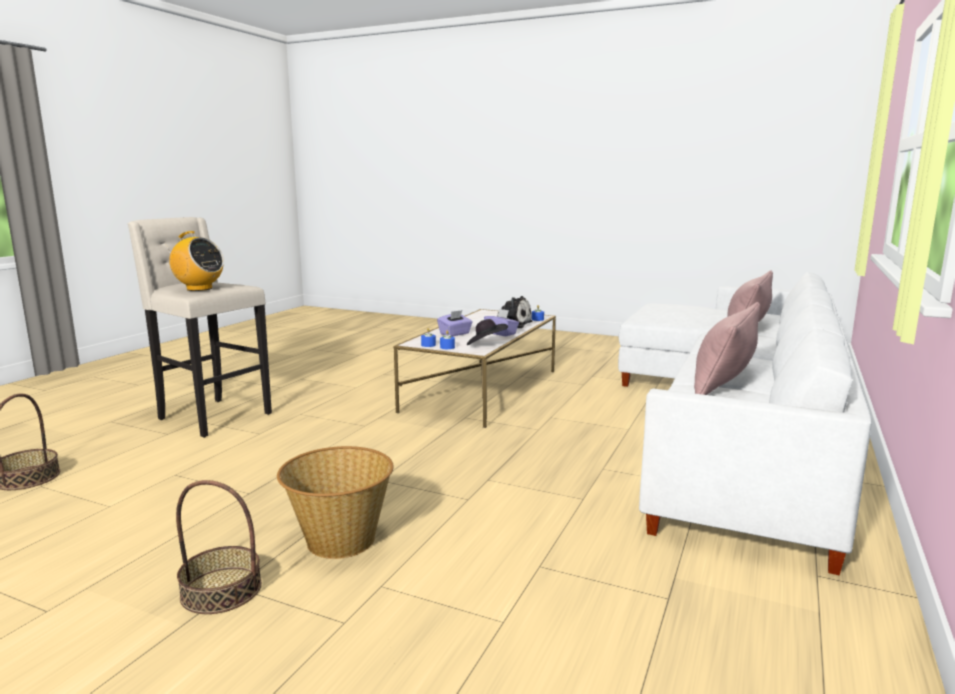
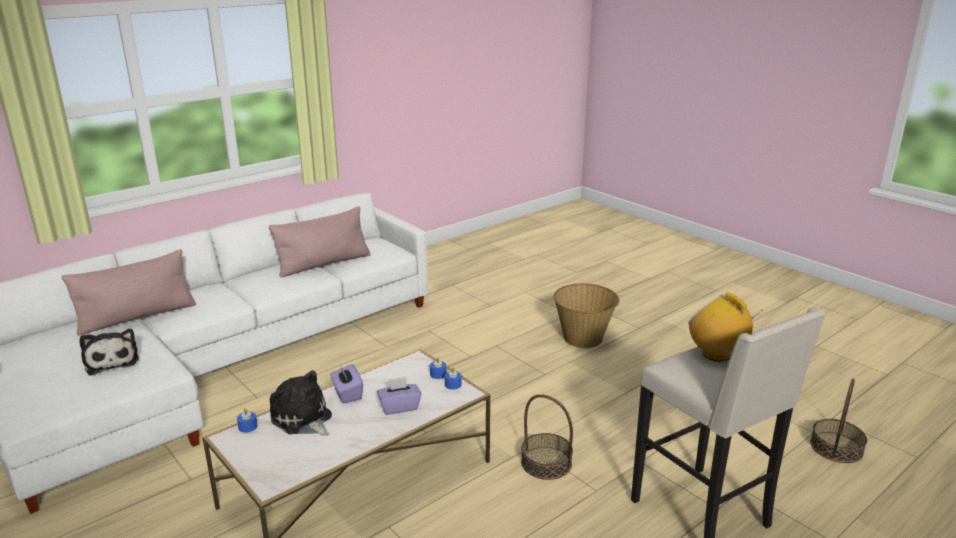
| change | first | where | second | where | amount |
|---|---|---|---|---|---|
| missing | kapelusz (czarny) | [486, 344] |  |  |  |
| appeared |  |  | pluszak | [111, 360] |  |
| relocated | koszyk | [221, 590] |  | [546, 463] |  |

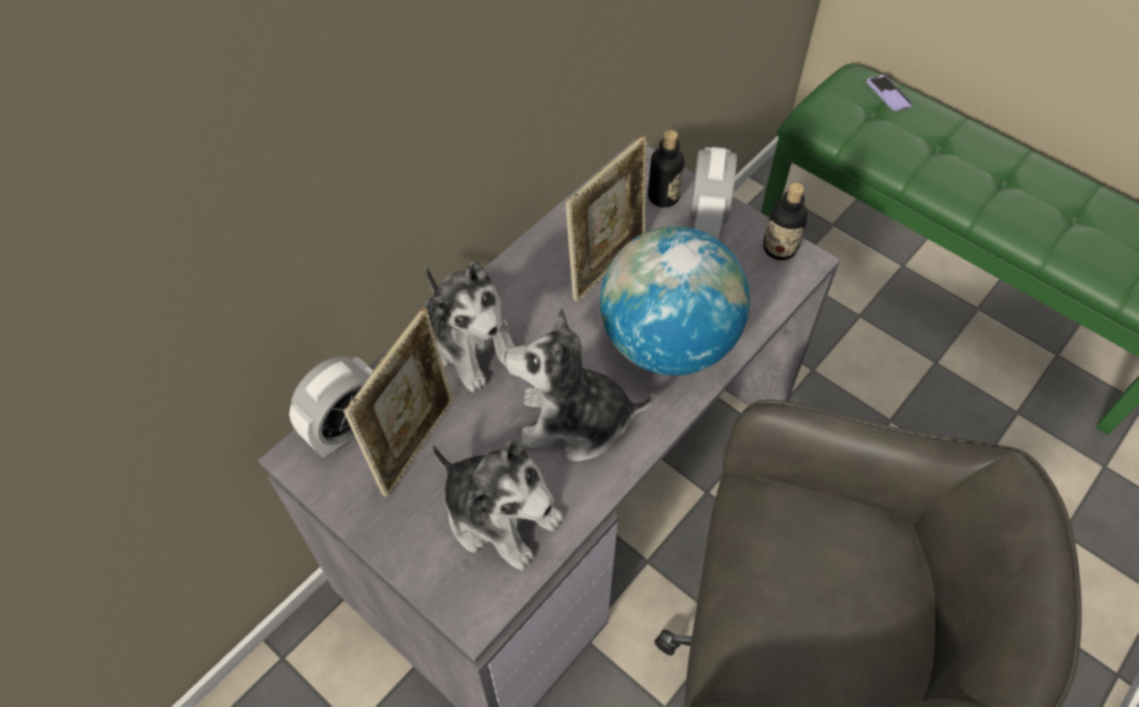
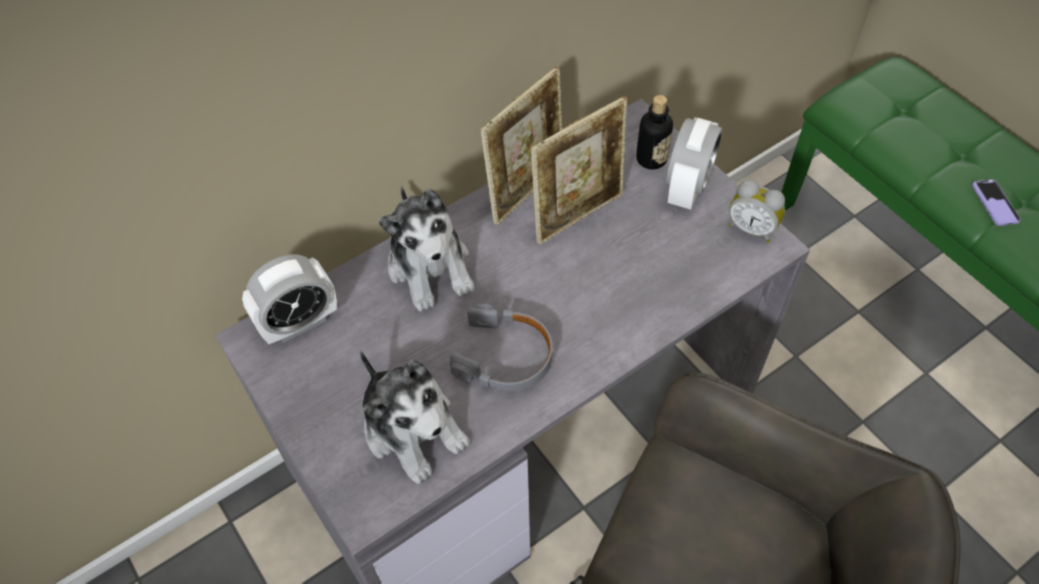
| change | first | where | second | where | amount |
|---|---|---|---|---|---|
| missing | globus | [667, 342] |  |  |  |
| relocated | ramka na zdjęcie | [415, 443] |  | [526, 190] |  |
| relocated | telefon | [888, 94] |  | [994, 203] |  |
| exchanged | pluszak | [574, 422] | słuchawki (szary) | [505, 357] |  |
| exchanged | butelka | [779, 248] | budzik | [751, 228] |  |

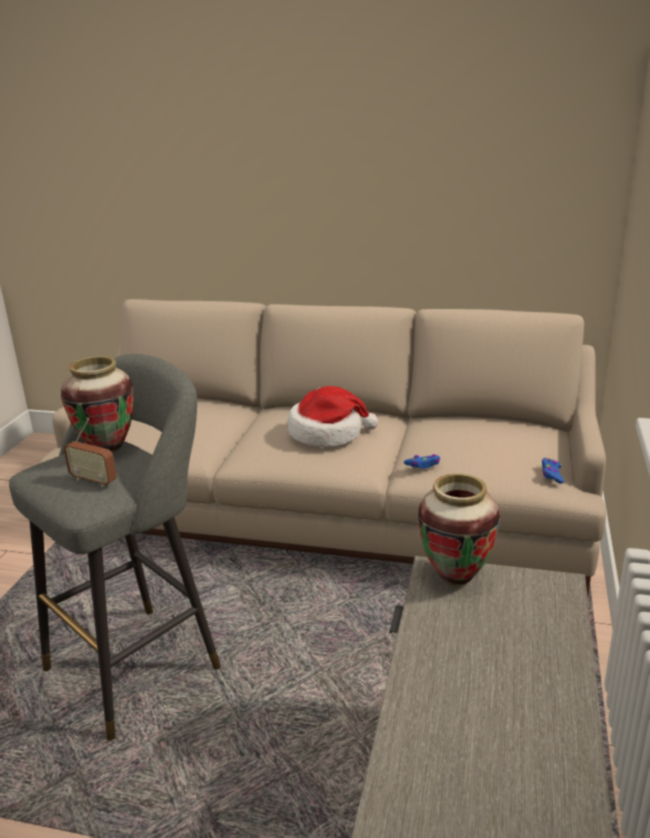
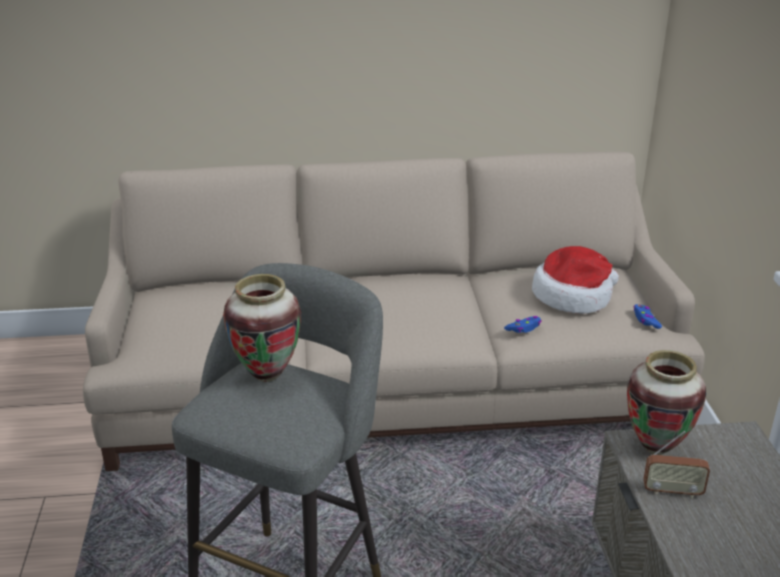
| change | first | where | second | where | amount |
|---|---|---|---|---|---|
| relocated | radio | [94, 481] |  | [672, 491] |  |
| relocated | kapelusz | [327, 433] |  | [573, 296] |  |

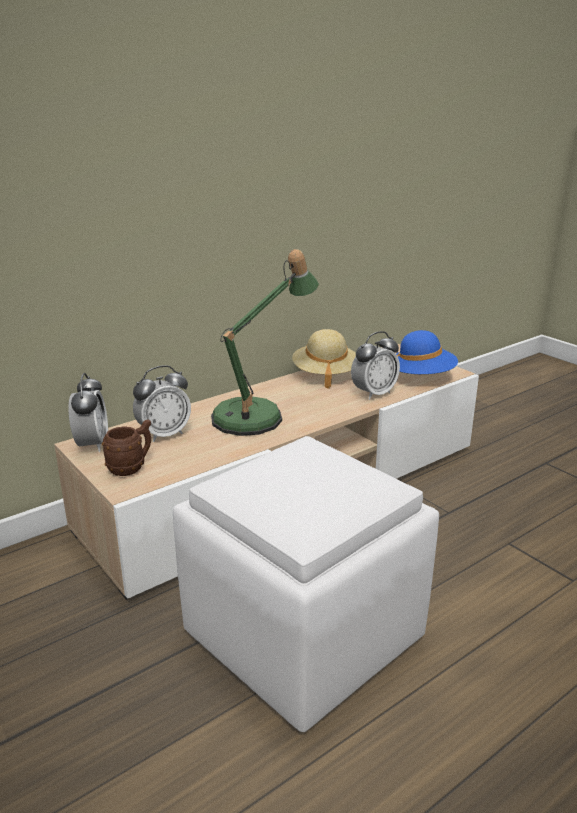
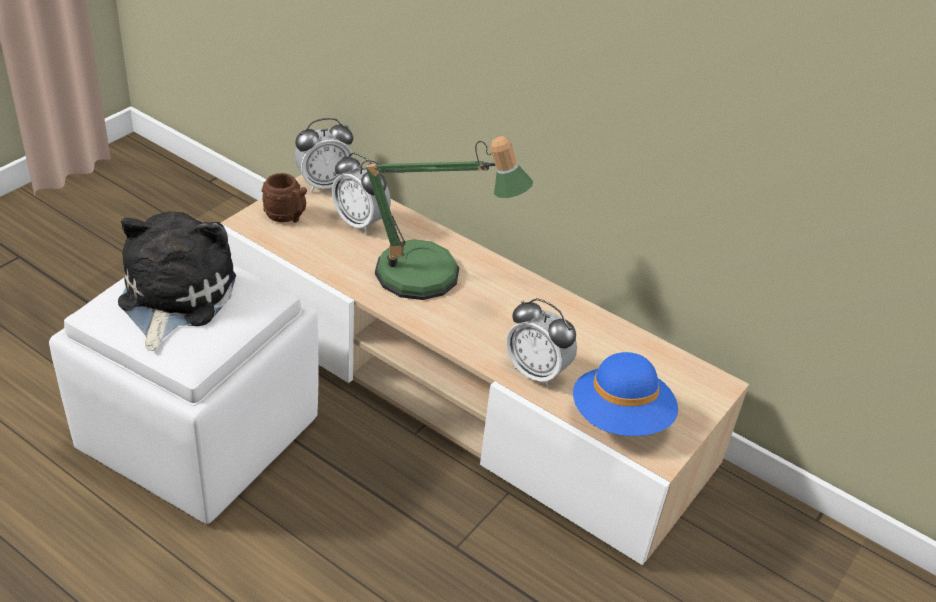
| change | first | where | second | where | amount |
|---|---|---|---|---|---|
| missing | kapelusz (beżowy) | [325, 374] |  |  |  |
| appeared |  |  | pluszak | [173, 297] |  |

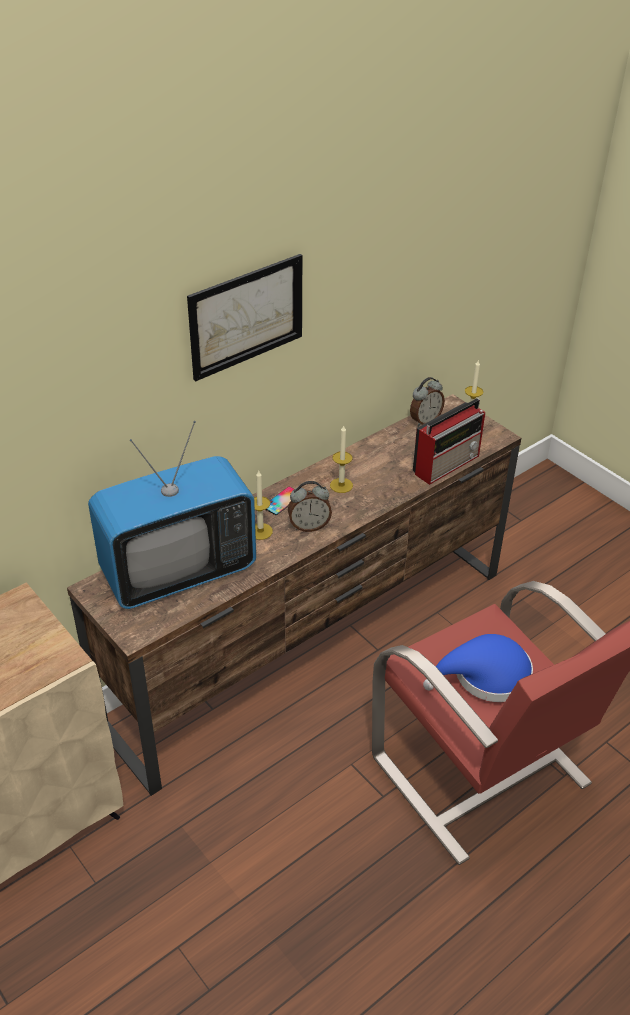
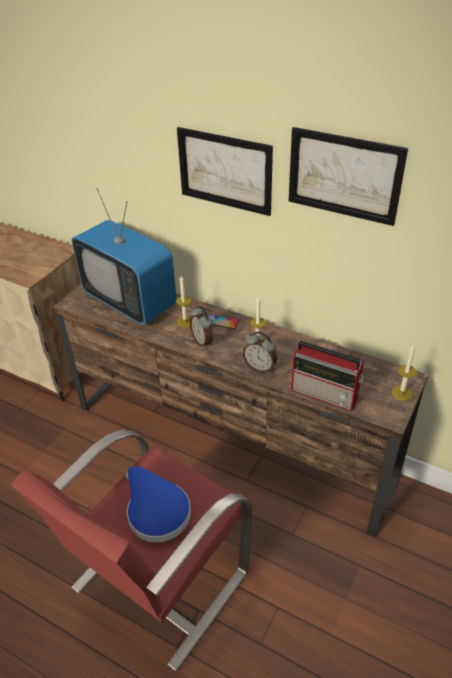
| change | first | where | second | where | amount |
|---|---|---|---|---|---|
| appeared |  |  | obraz | [344, 176] |  |
| relocated | budzik | [424, 420] |  | [260, 367] |  |

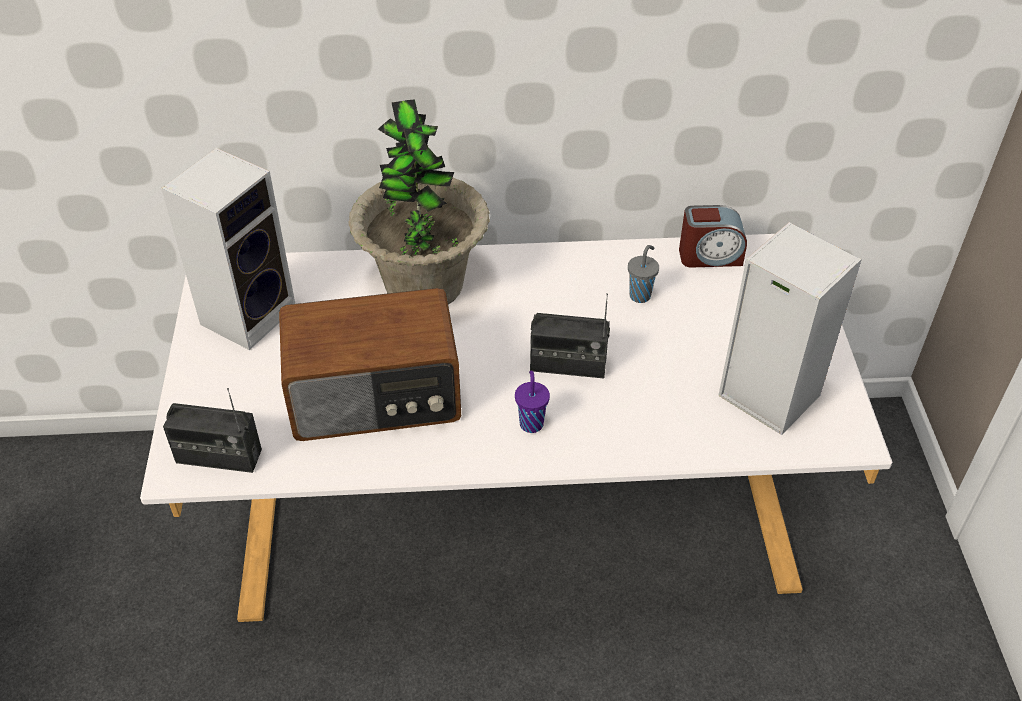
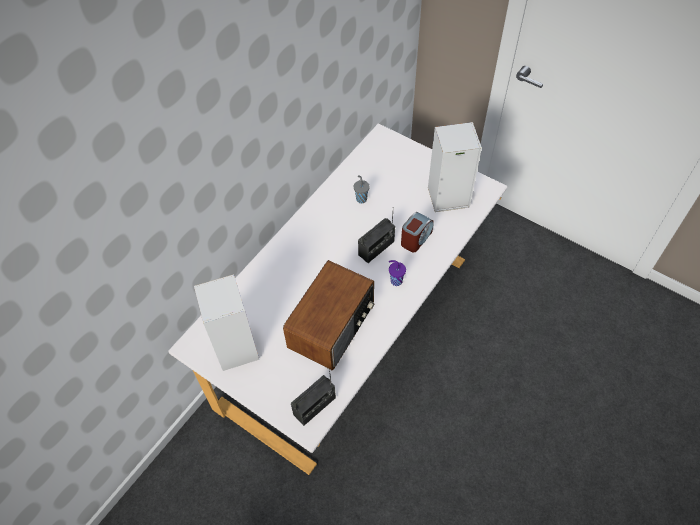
| change | first | where | second | where | amount |
|---|---|---|---|---|---|
| missing | roślina doniczkowa | [424, 284] |  |  |  |
| relocated | budzik | [710, 256] |  | [416, 238] |  |

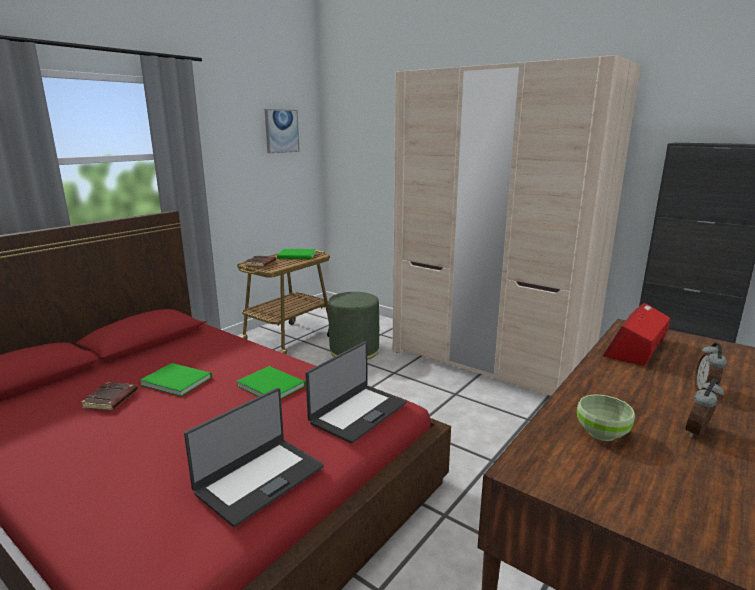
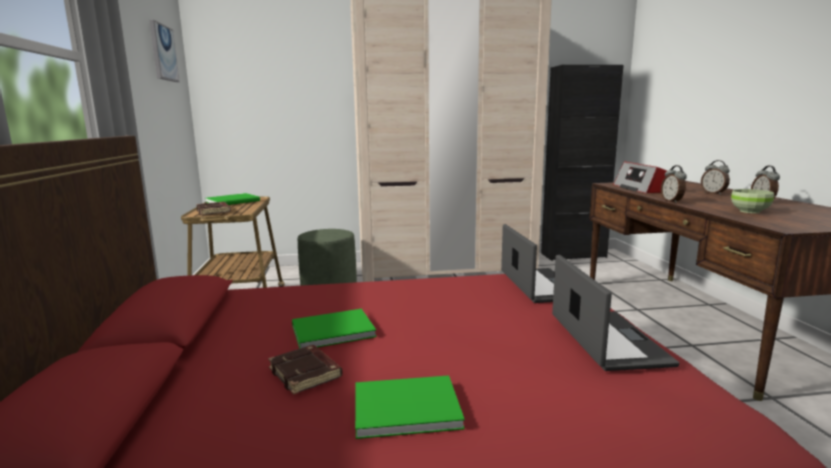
| change | first | where | second | where | amount |
|---|---|---|---|---|---|
| appeared |  |  | budzik | [672, 201] |  |
| relocated | książka (zielony) | [271, 384] |  | [402, 407] |  |

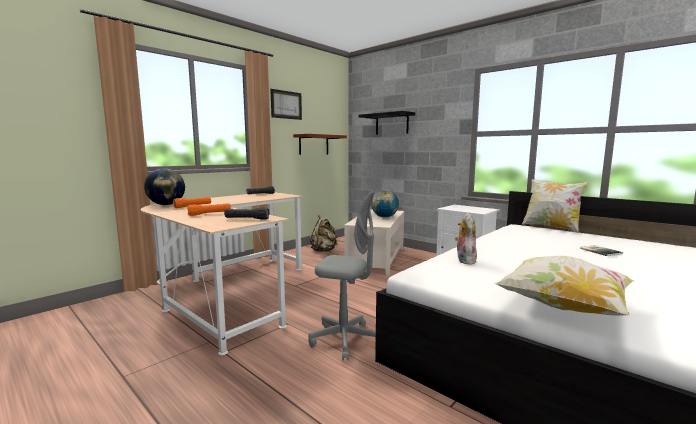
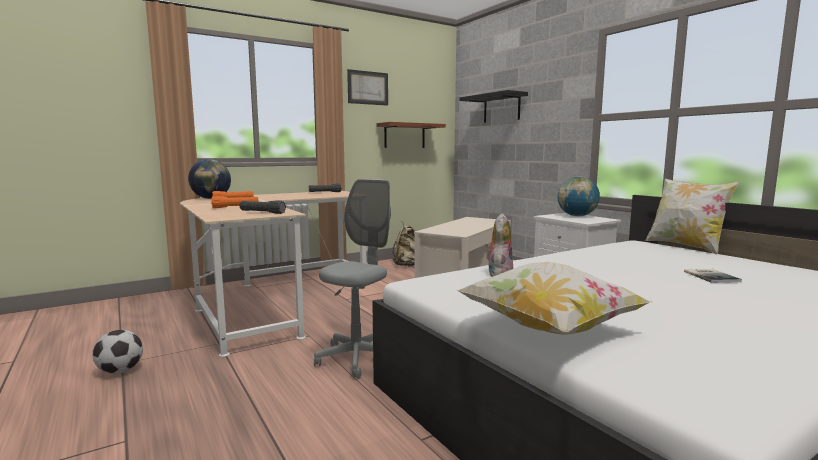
| change | first | where | second | where | amount |
|---|---|---|---|---|---|
| appeared |  |  | piłka futbolowa | [120, 371] |  |
| relocated | globus | [384, 217] |  | [577, 216] |  |
| spun | krzesło biurowe (szary) | [345, 340] |  | [357, 358] | 90 degrees counterclockwise |

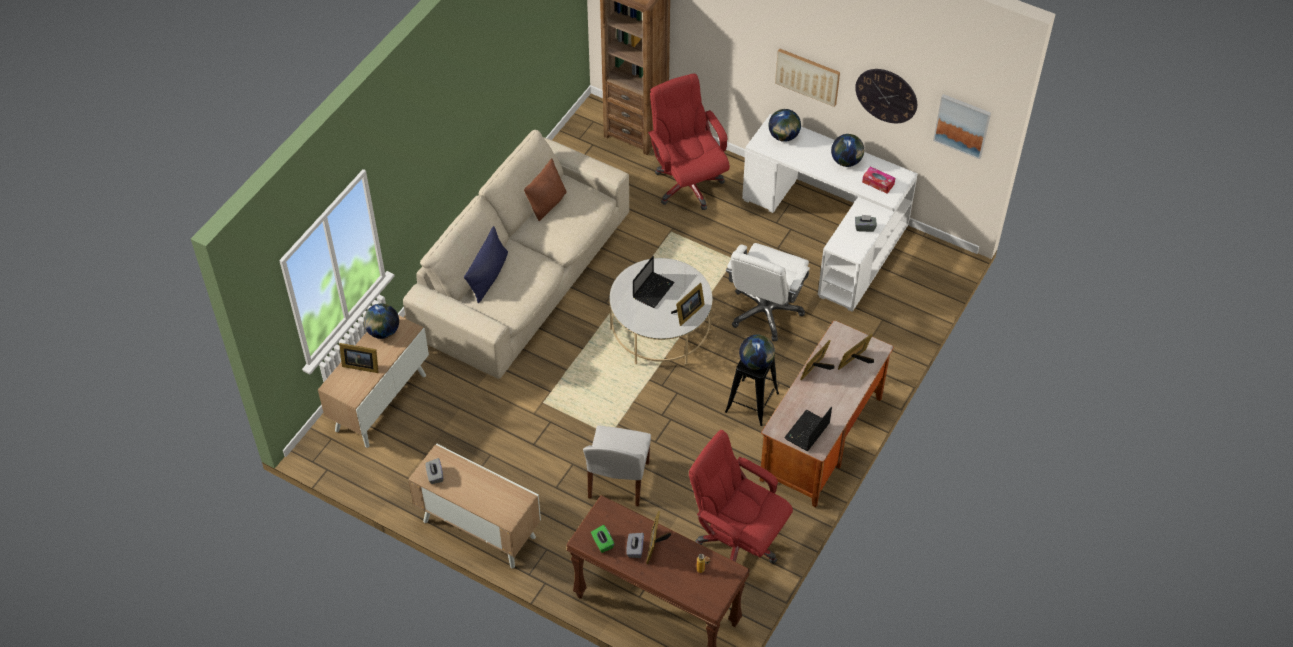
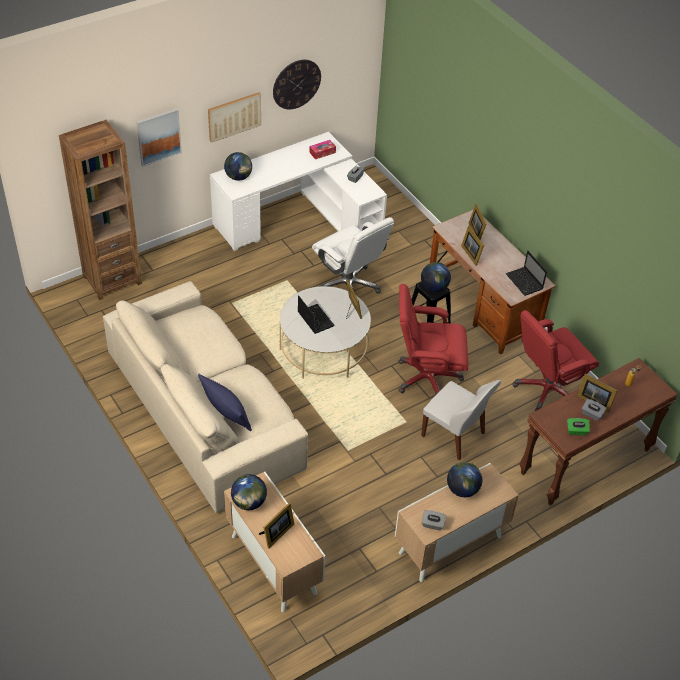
| change | first | where | second | where | amount |
|---|---|---|---|---|---|
| missing | poduszka (brązowy) | [547, 203] |  |  |  |
| relocated | krzesło biurowe (czerwony) | [687, 184] |  | [427, 378] |  |
| relocated | globus | [846, 161] |  | [462, 489] |  |
| relocated | obraz | [962, 125] |  | [158, 136] |  |

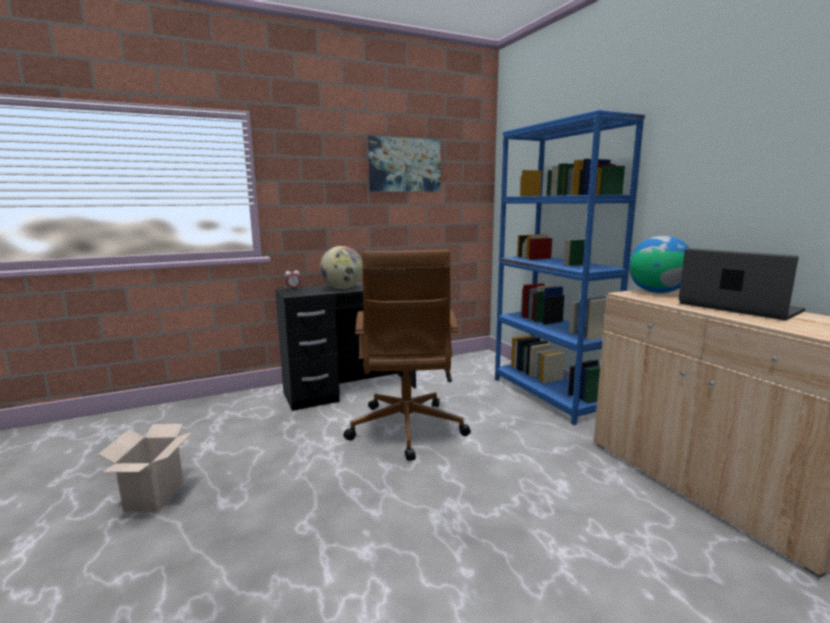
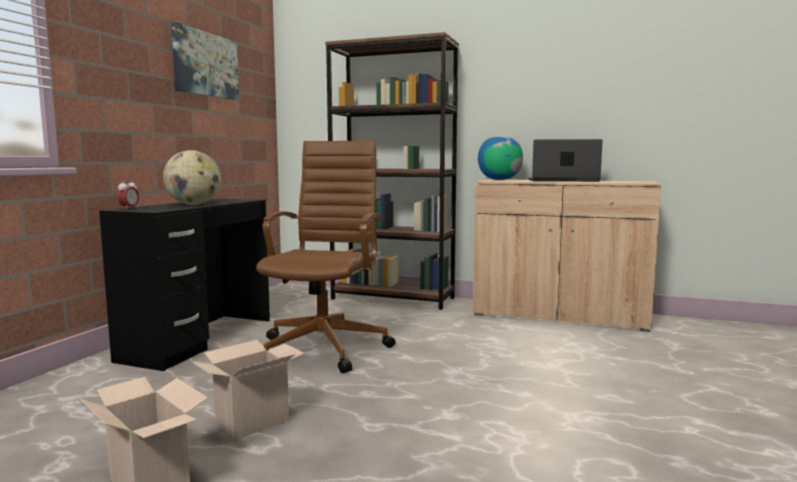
| change | first | where | second | where | amount |
|---|---|---|---|---|---|
| appeared |  |  | karton | [253, 421] |  |
| colour | regał (niebieski) | [549, 395] | regał (brązowy) | [393, 298] |  |
| spun | krzesło biurowe (brązowy) | [406, 430] |  | [325, 347] | 120 degrees counterclockwise |

